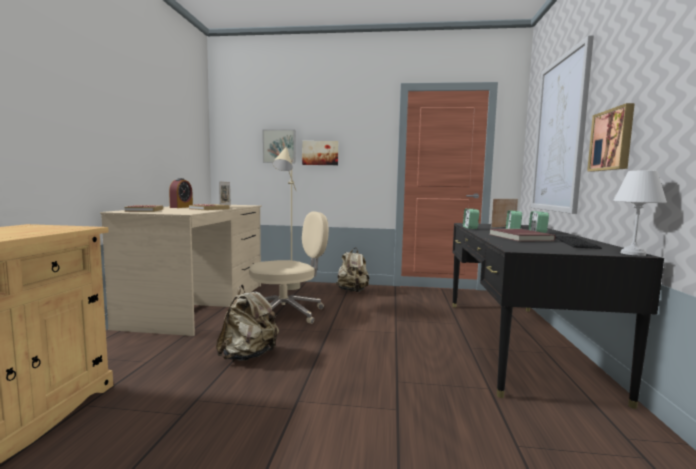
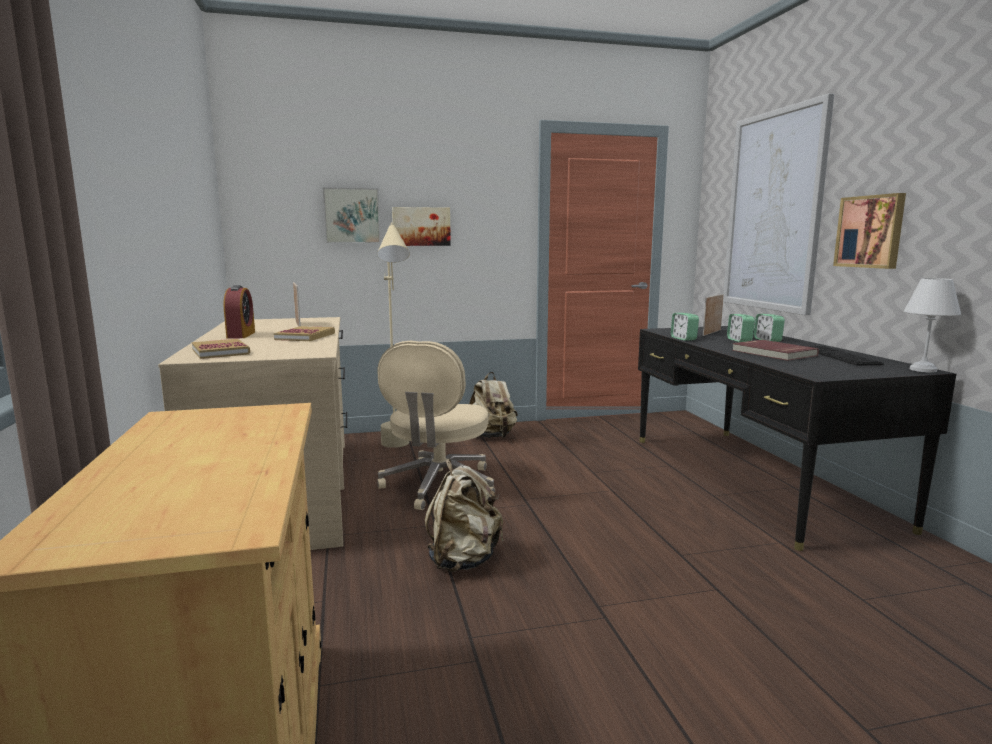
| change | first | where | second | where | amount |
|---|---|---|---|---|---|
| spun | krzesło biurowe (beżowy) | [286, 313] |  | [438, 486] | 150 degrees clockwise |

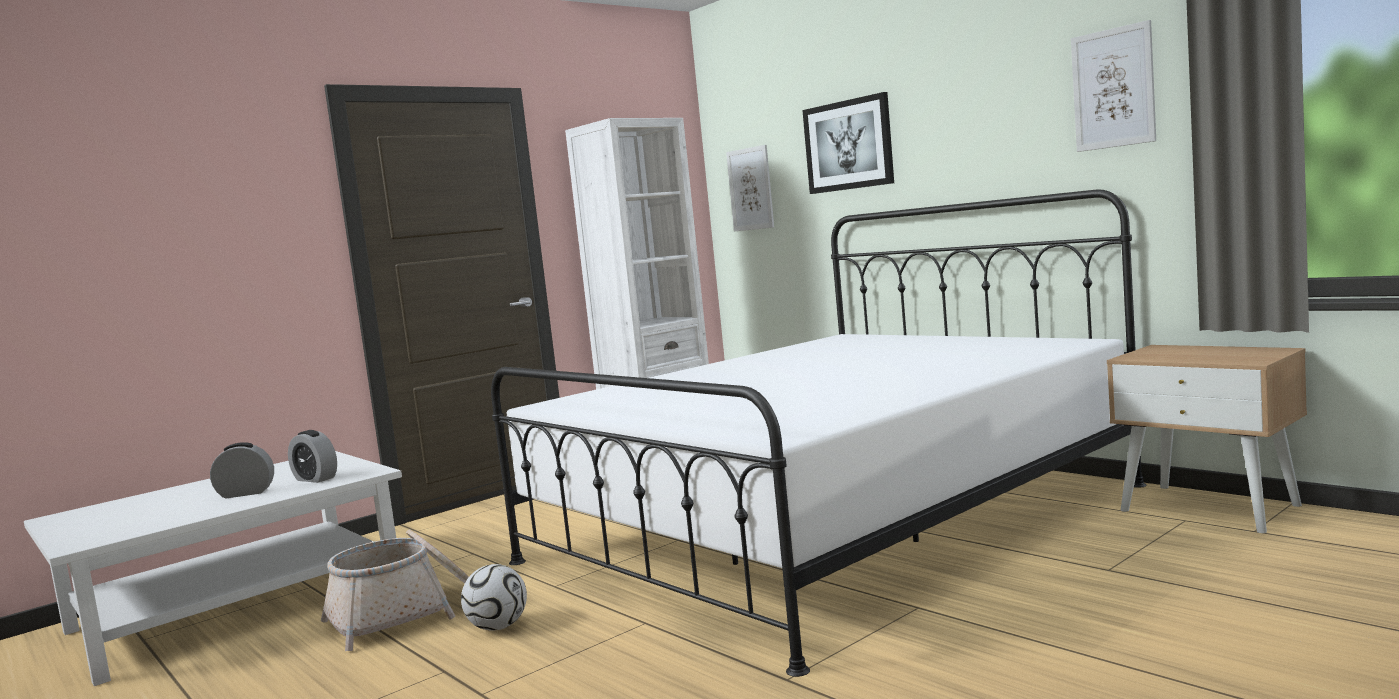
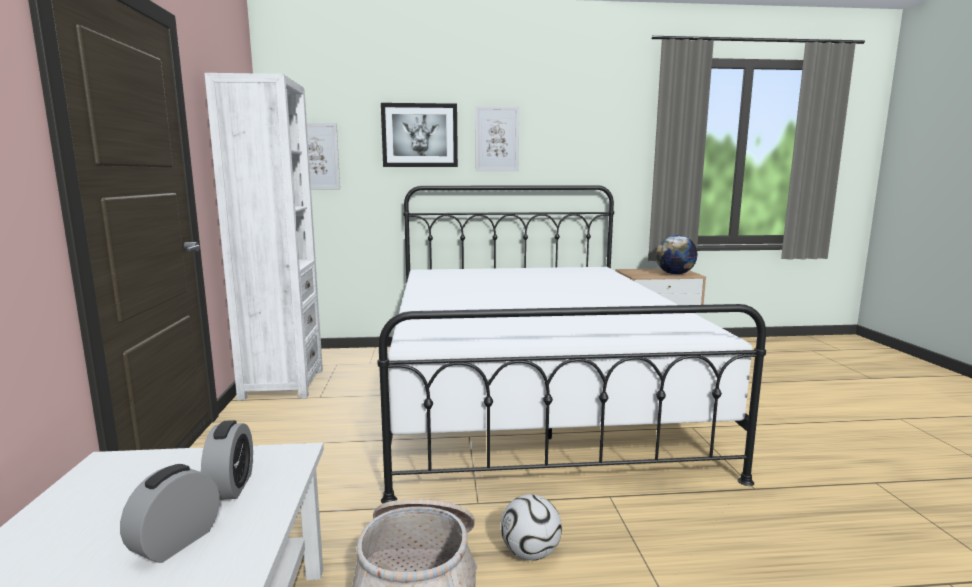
| change | first | where | second | where | amount |
|---|---|---|---|---|---|
| appeared |  |  | globus | [674, 274] |  |
| relocated | obraz | [1113, 88] |  | [497, 139] |  |
| spun | budzik | [315, 479] |  | [231, 486] | 75 degrees counterclockwise |

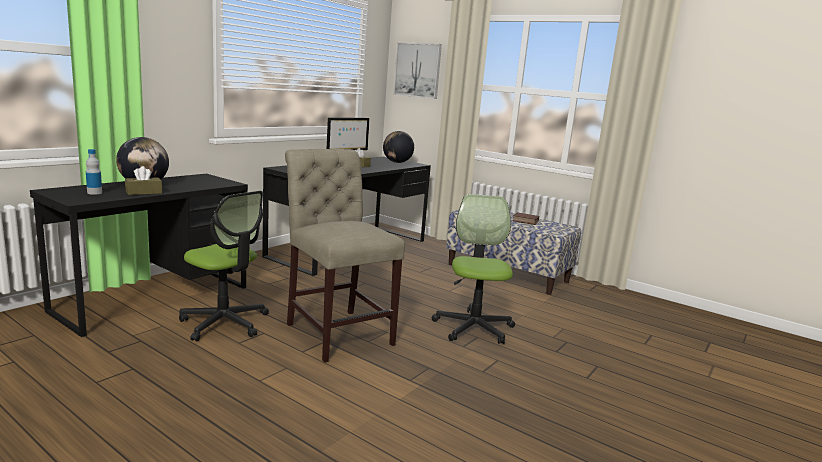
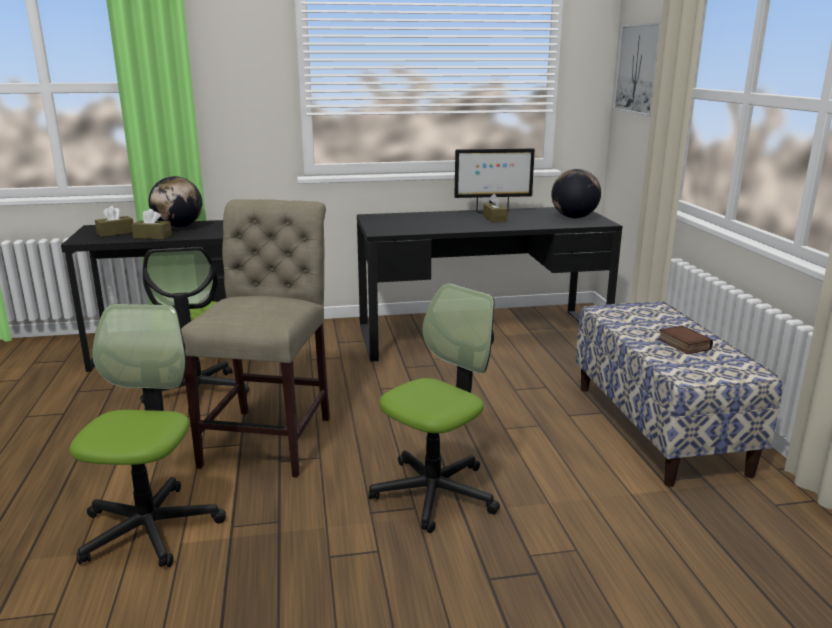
| change | first | where | second | where | amount |
|---|---|---|---|---|---|
| appeared |  |  | krzesło biurowe | [149, 528] |  |
| exchanged | butelka | [94, 193] | pudełko chusteczek (brązowy) | [115, 233] |  |

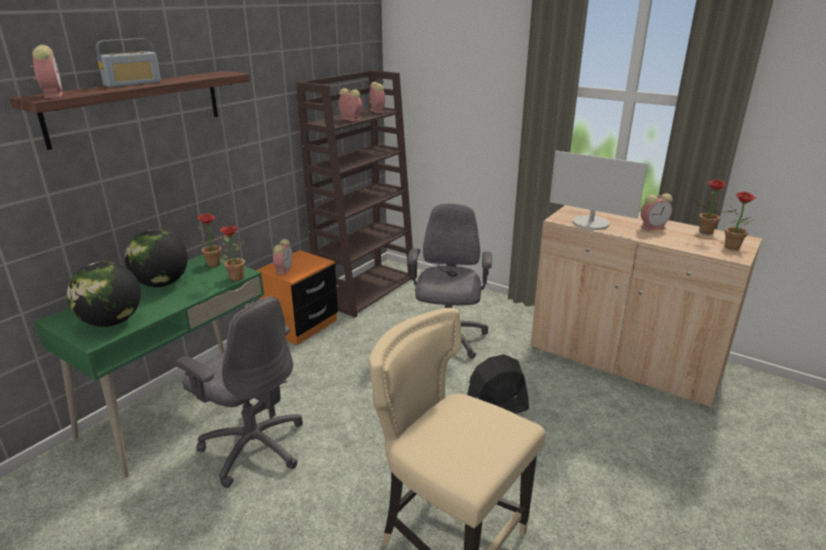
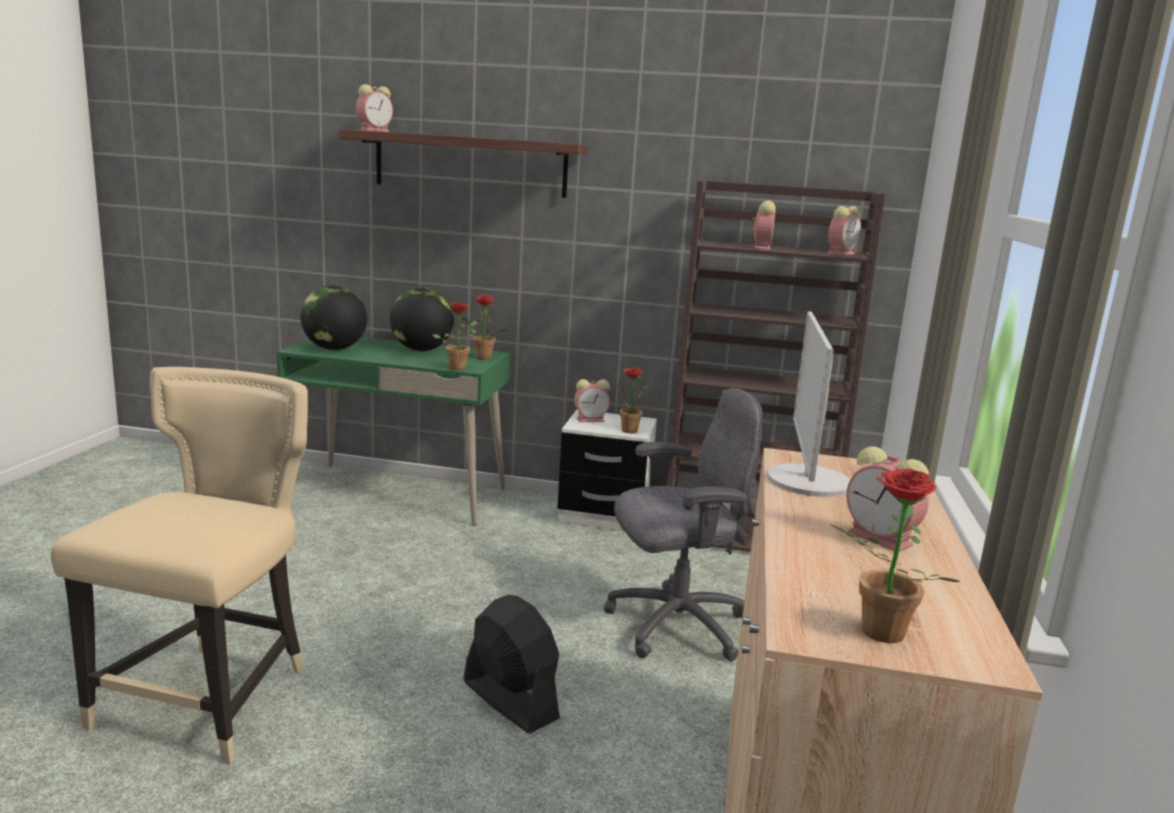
| change | first | where | second | where | amount |
|---|---|---|---|---|---|
| missing | radio | [133, 84] |  |  |  |
| missing | krzesło biurowe (szary) | [253, 446] |  |  |  |
| relocated | roślina doniczkowa | [704, 232] |  | [626, 430] |  |
| colour | szafka nocna (pomarańczowy) | [301, 325] | szafka nocna (biały) | [604, 515] |  |

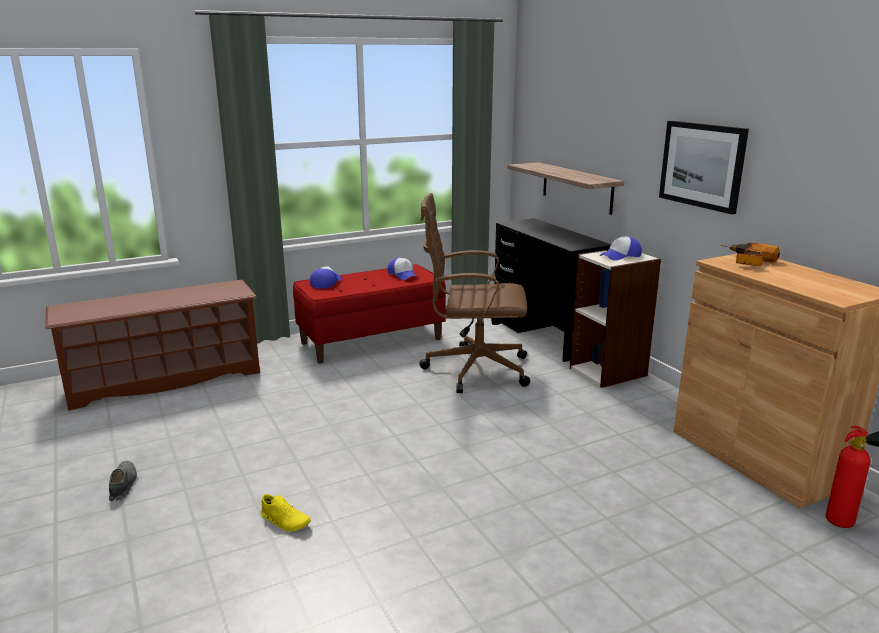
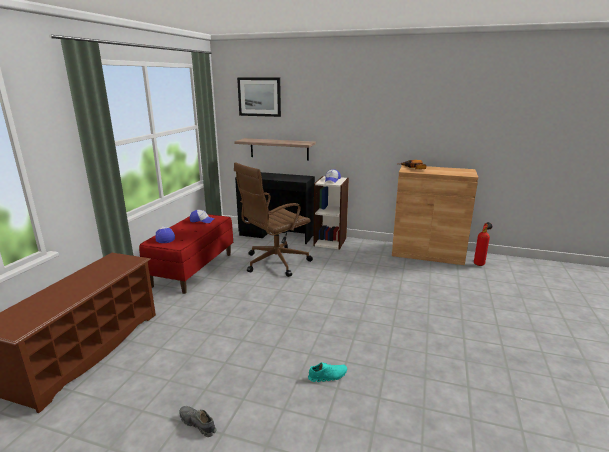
| change | first | where | second | where | amount |
|---|---|---|---|---|---|
| relocated | obraz | [702, 165] |  | [259, 97] |  |
| colour | but (żółty) | [285, 521] | but (turkusowy) | [327, 376] |  |

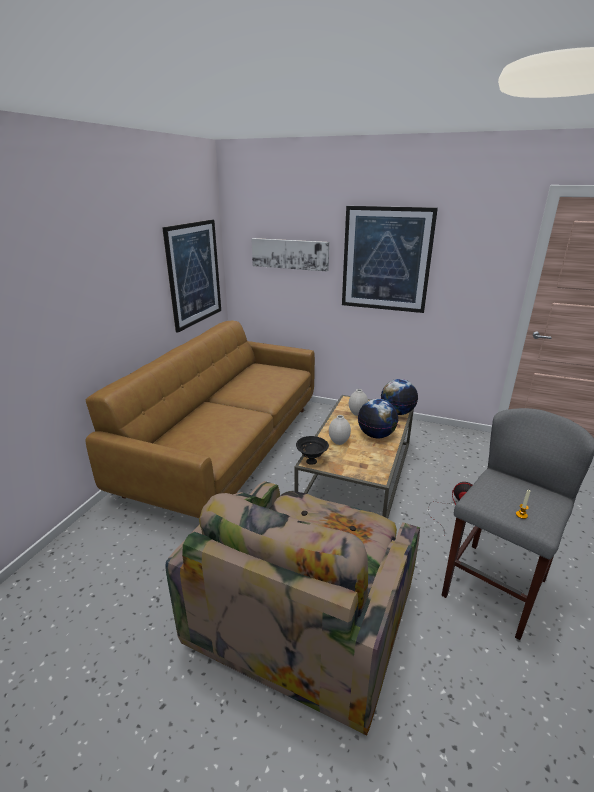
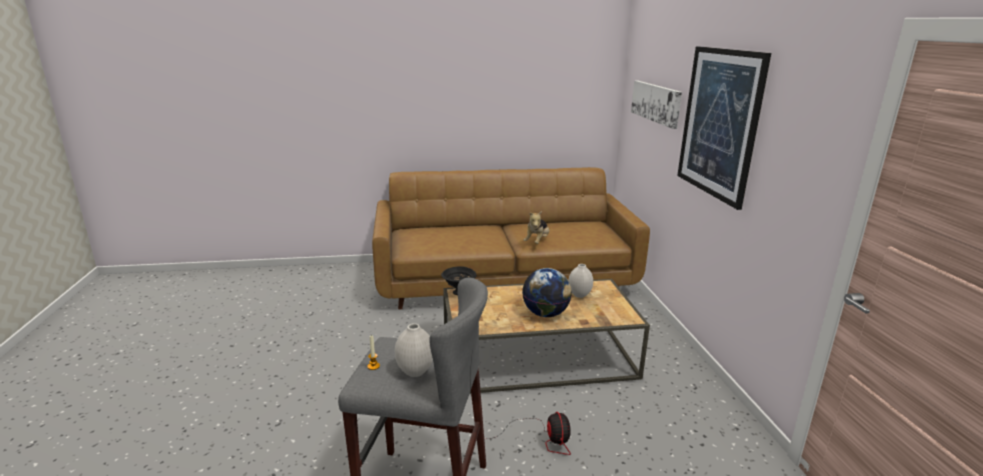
| change | first | where | second | where | amount |
|---|---|---|---|---|---|
| missing | obraz | [194, 274] |  |  |  |
| missing | fotel | [306, 611] |  |  |  |
| missing | globus | [397, 412] |  |  |  |
| appeared |  |  | pluszak | [537, 242] |  |
| relocated | wazon (biały) | [339, 442] |  | [415, 372] |  |

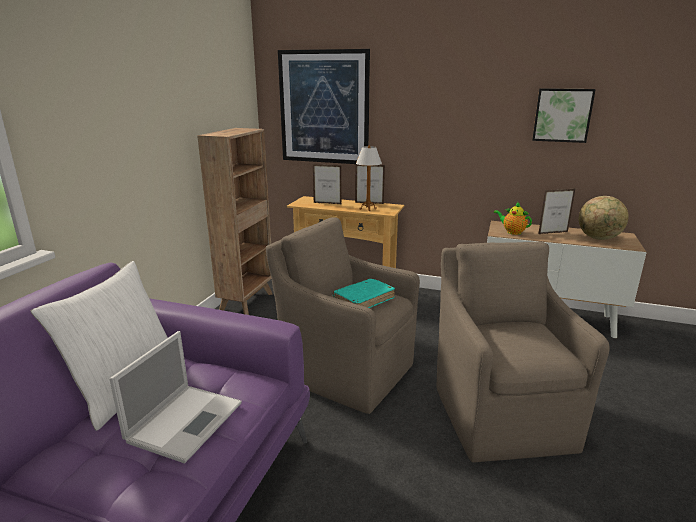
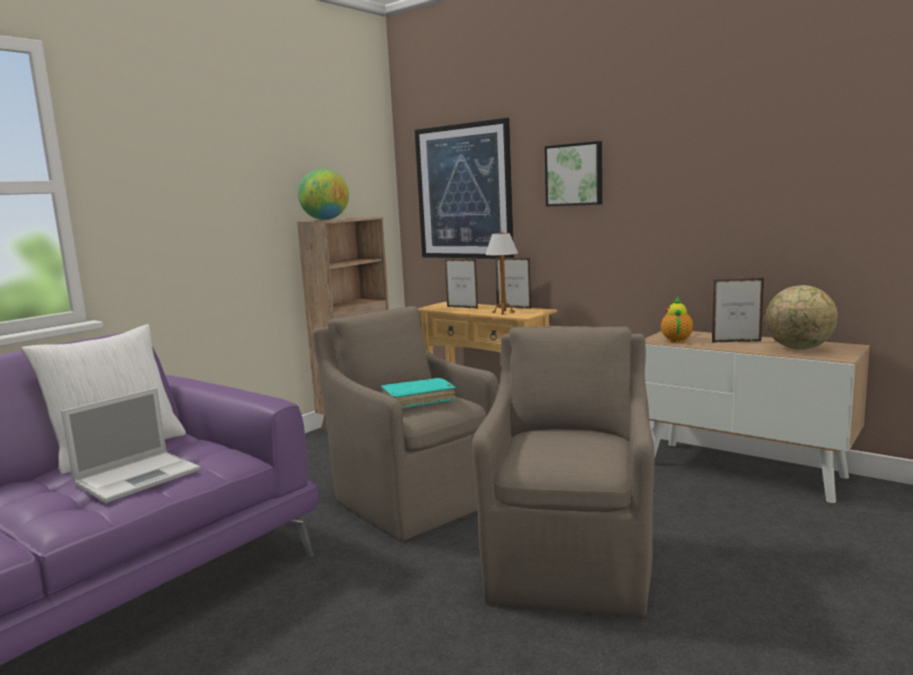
| change | first | where | second | where | amount |
|---|---|---|---|---|---|
| appeared |  |  | globus | [325, 219] |  |
| relocated | obraz | [562, 115] |  | [574, 174] |  |
| spun | imbryk | [512, 232] |  | [676, 339] | 45 degrees clockwise |

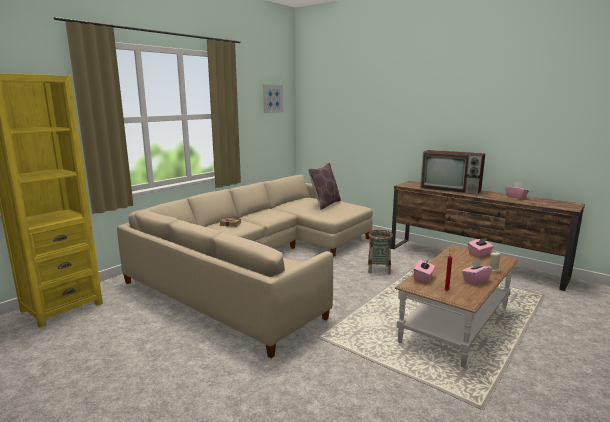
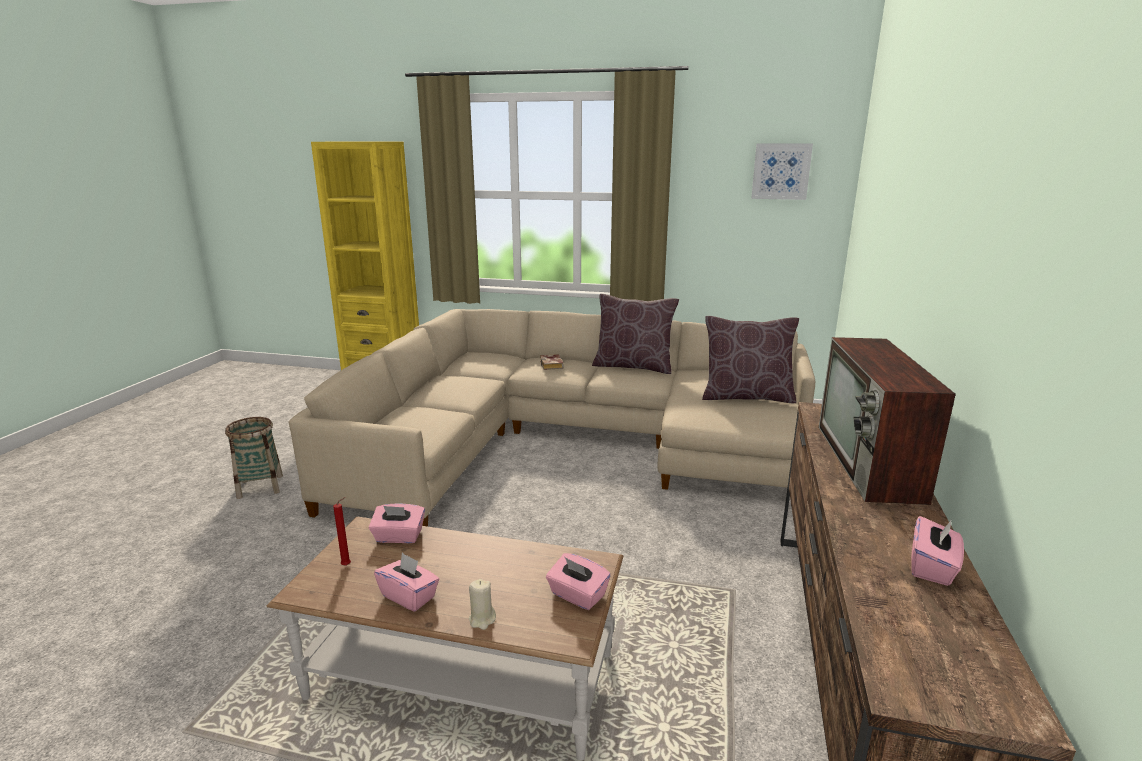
| change | first | where | second | where | amount |
|---|---|---|---|---|---|
| appeared |  |  | poduszka (brązowy) | [633, 366] |  |
| relocated | koszyk | [378, 269] |  | [260, 486] |  |

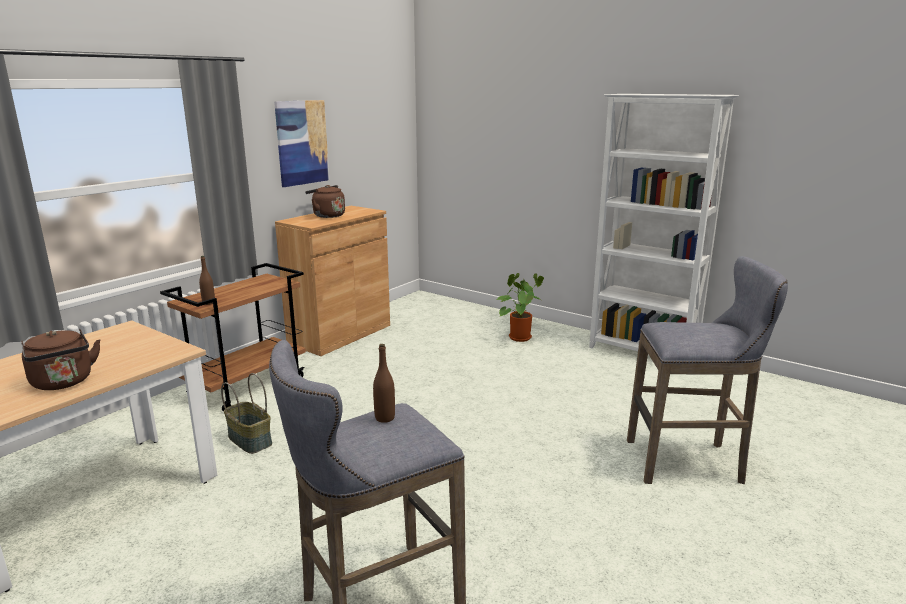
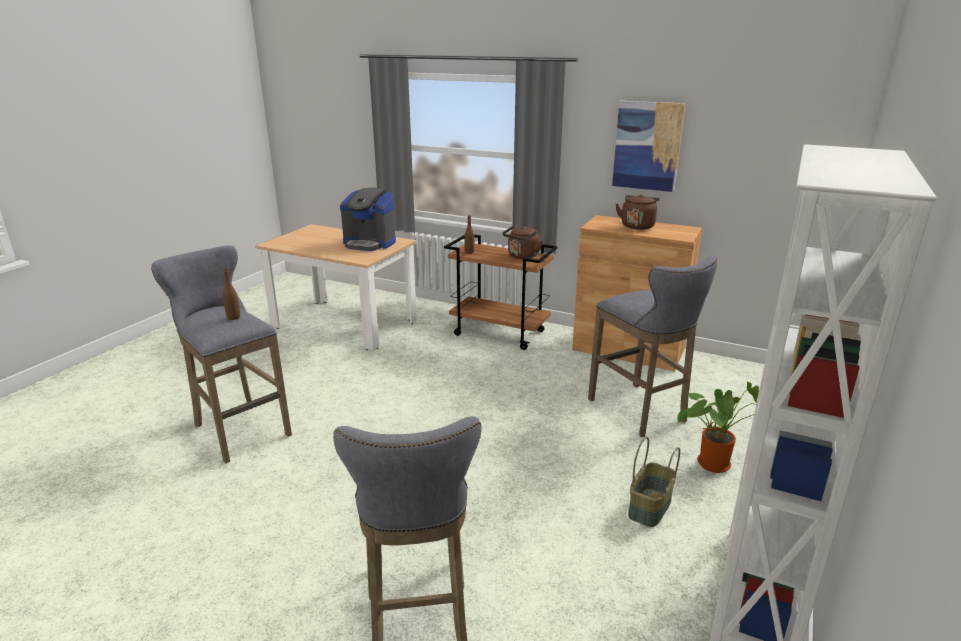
| change | first | where | second | where | amount |
|---|---|---|---|---|---|
| appeared |  |  | ekspres do kawy | [369, 243] |  |
| appeared |  |  | stołek (szary) | [640, 412] |  |
| relocated | czajnik (brązowy) | [64, 383] |  | [522, 256] |  |
| relocated | koszyk | [251, 440] |  | [650, 508] |  |

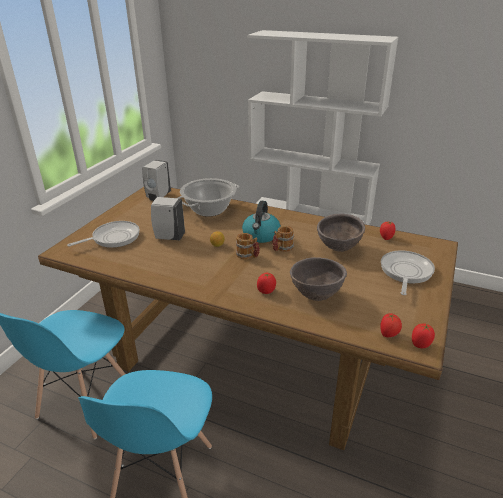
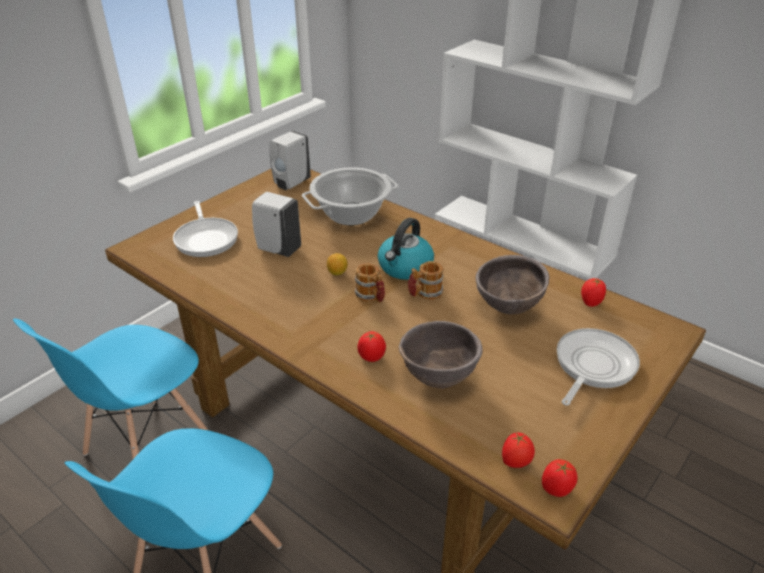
| change | first | where | second | where | amount |
|---|---|---|---|---|---|
| spun | patelnia | [113, 238] |  | [206, 239] | 90 degrees clockwise |

